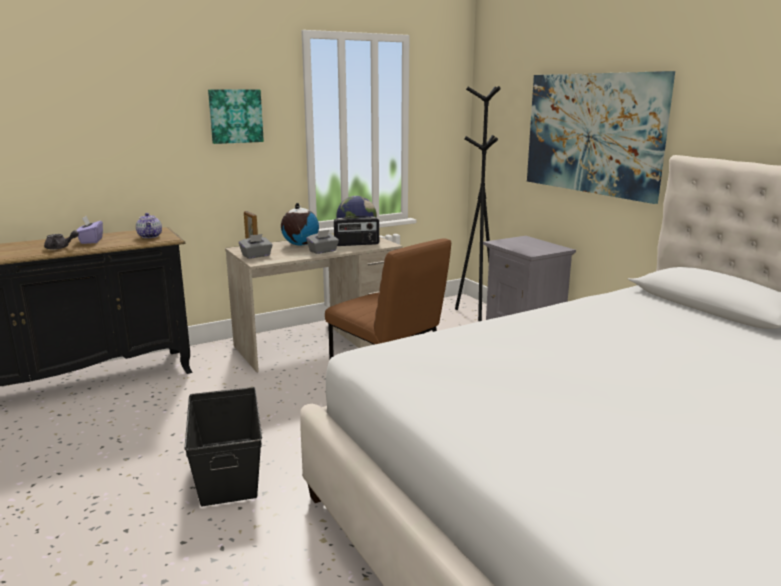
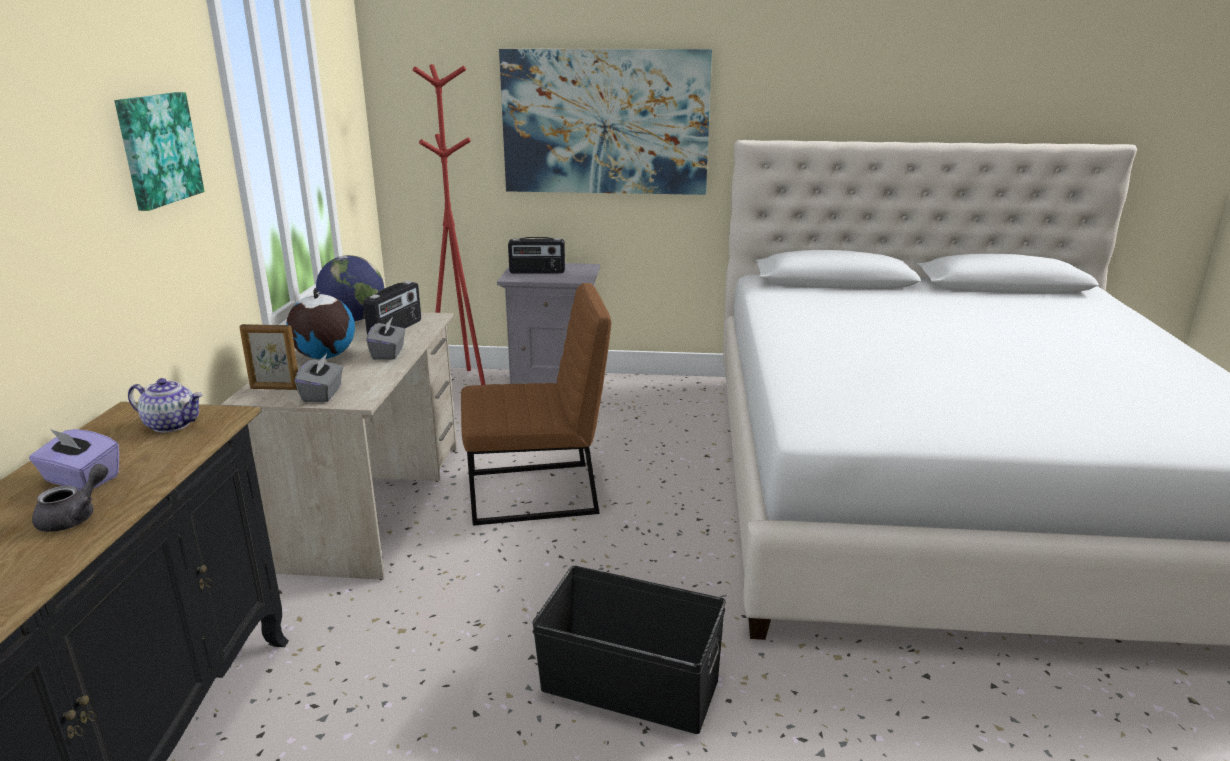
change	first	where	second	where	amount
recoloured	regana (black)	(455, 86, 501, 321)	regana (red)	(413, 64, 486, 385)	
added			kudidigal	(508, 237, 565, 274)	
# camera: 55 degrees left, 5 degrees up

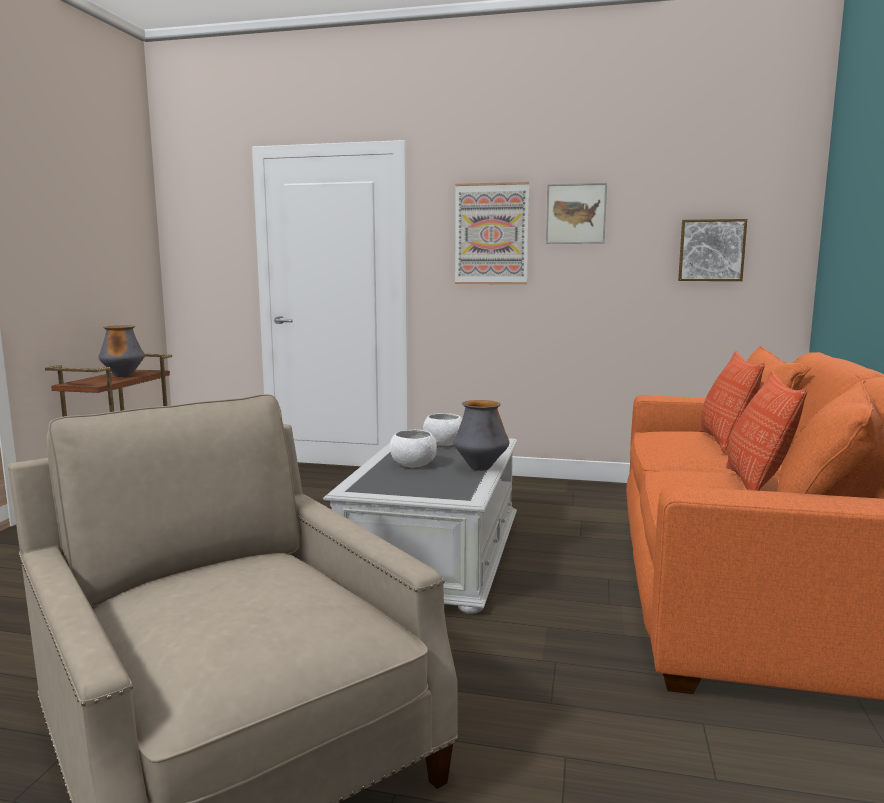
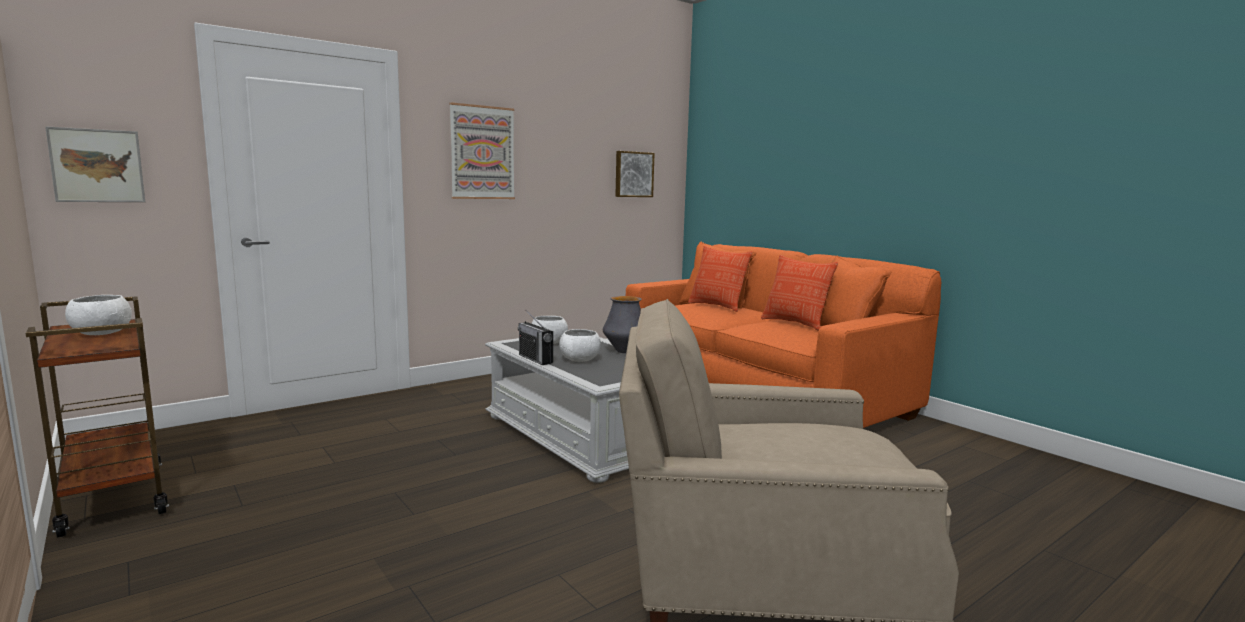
change	first	where	second	where	amount
replaced	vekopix	(98, 325, 145, 377)	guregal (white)	(65, 295, 132, 335)	
moved	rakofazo	(546, 183, 607, 244)		(45, 126, 145, 202)	
added			kudidigal	(518, 310, 553, 365)	
# camera: 50 degrees left, 0 degrees up

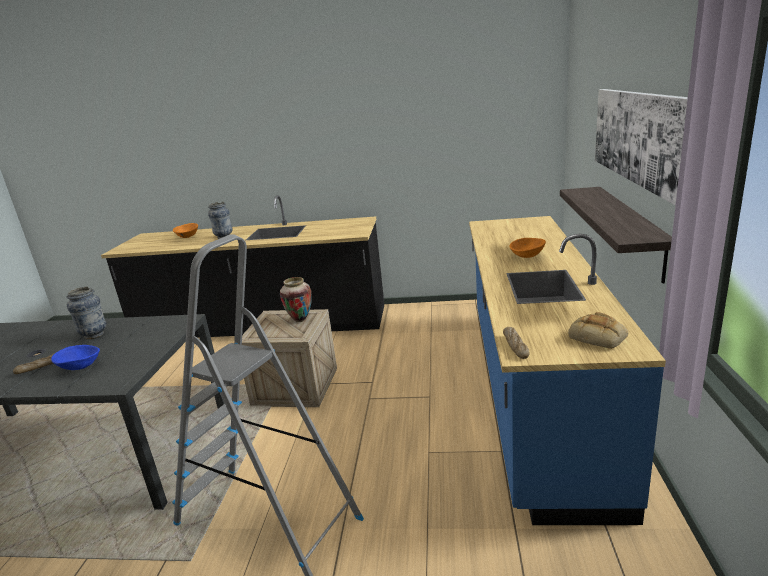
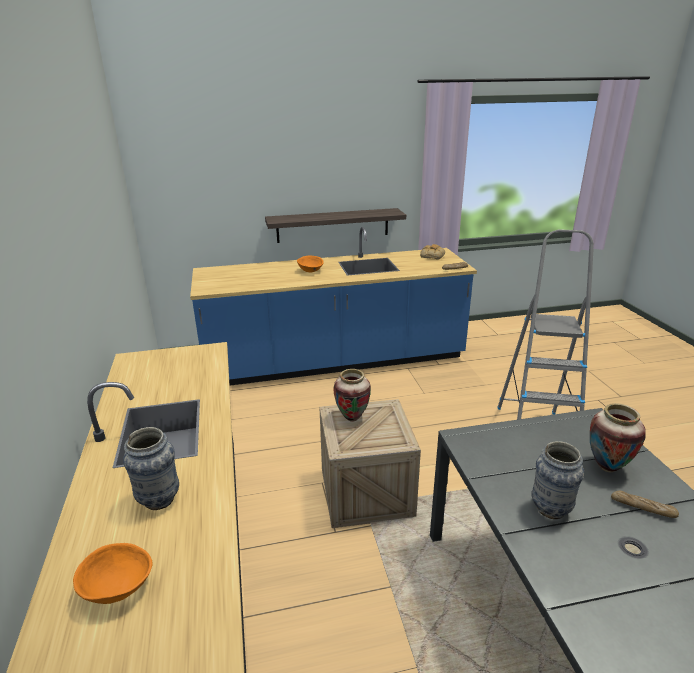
change	first	where	second	where	amount
replaced	guregal (blue)	(51, 345, 100, 370)	vekopix	(590, 403, 646, 472)	
removed	rakofazo	(595, 89, 688, 206)			
# camera: 110 degrees left, 5 degrees up

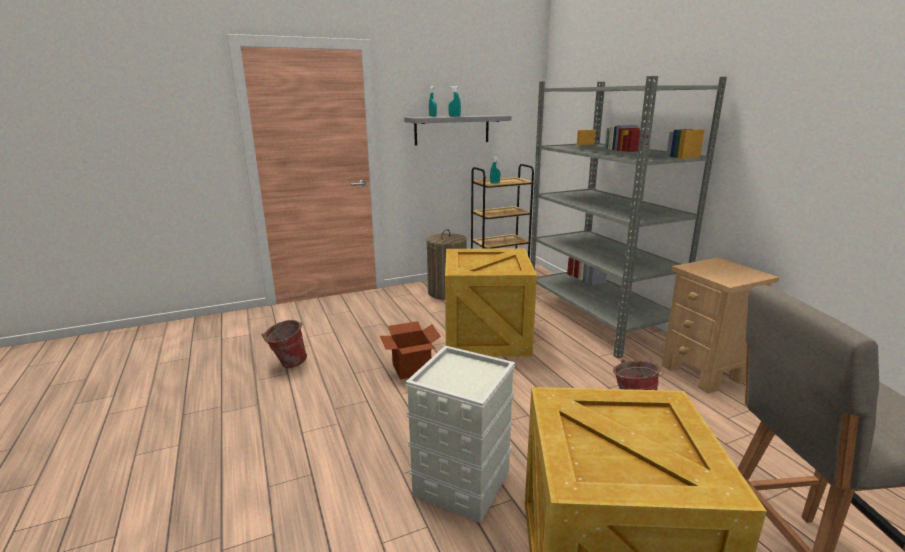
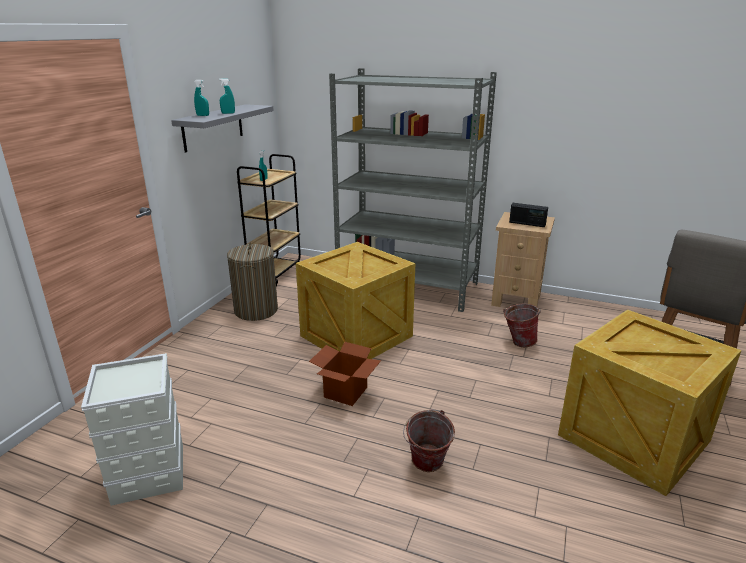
change	first	where	second	where	amount
moved	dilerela	(261, 320, 307, 368)		(403, 410, 455, 472)	
moved	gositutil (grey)	(406, 346, 515, 523)		(81, 353, 183, 506)	
added			kudidigal	(509, 203, 548, 227)	
# camera: 45 degrees left, 5 degrees up

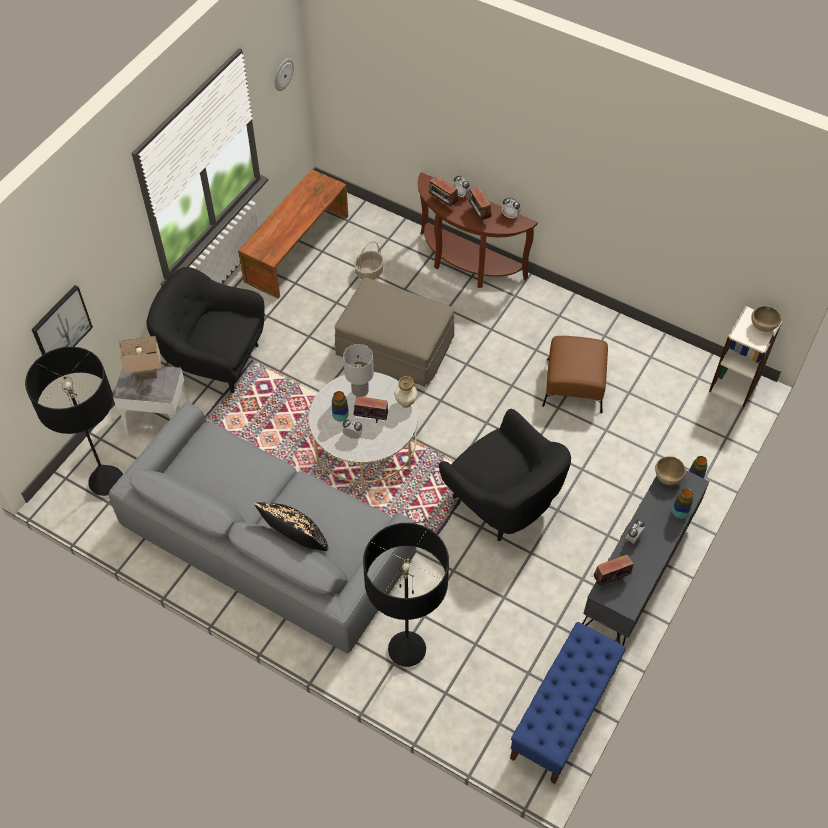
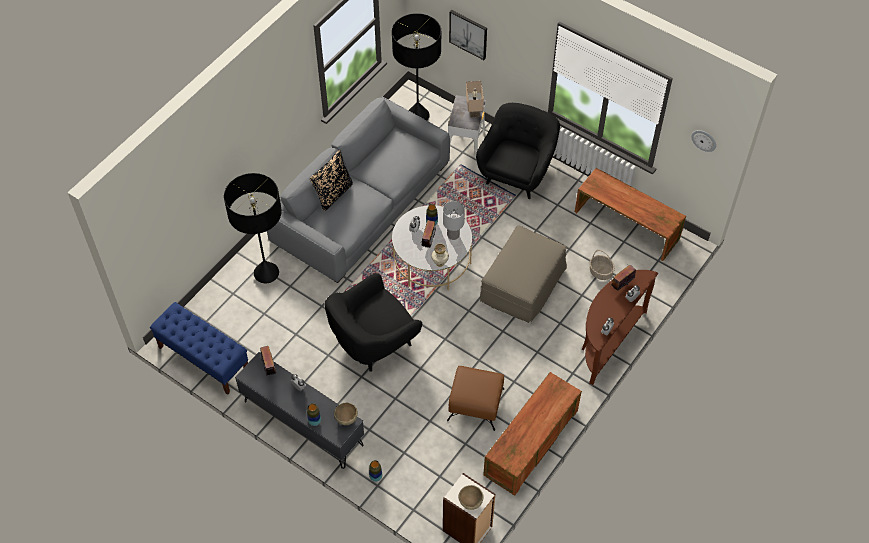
change	first	where	second	where	amount
removed	kudidigal	(469, 186, 492, 221)			
added			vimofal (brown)	(483, 372, 582, 496)	
# camera: 95 degrees right, 0 degrees up

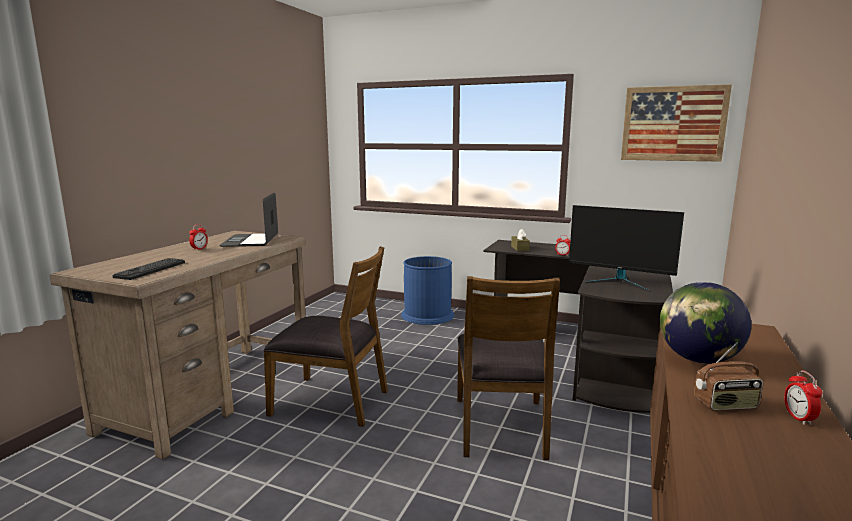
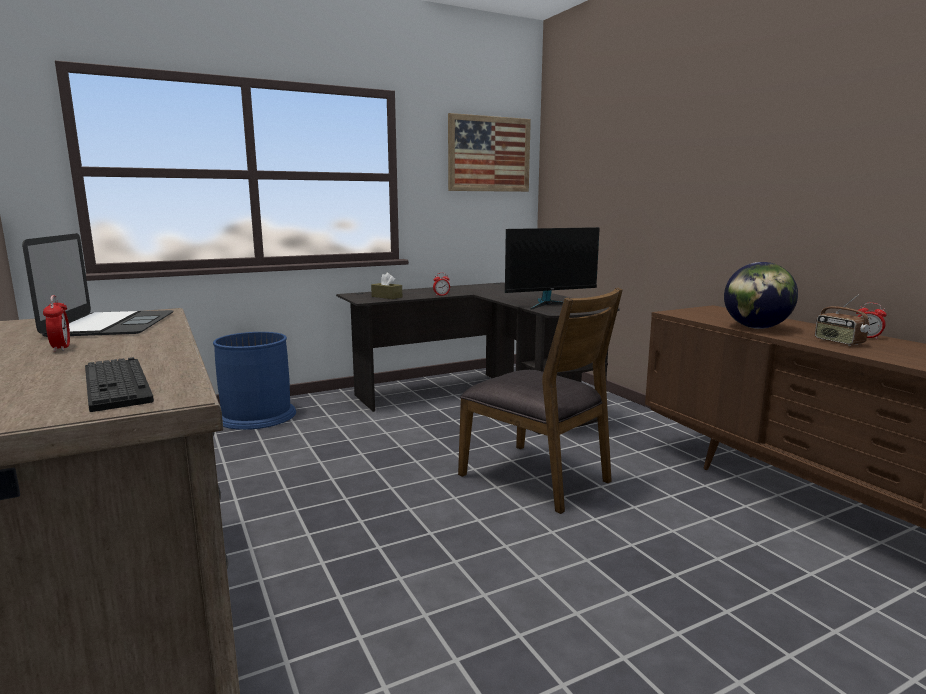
change	first	where	second	where	amount
turned	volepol	(219, 193, 278, 247)		(22, 233, 173, 337)	135 degrees counterclockwise
removed	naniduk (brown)	(263, 246, 388, 427)			
turned	kudidigal	(694, 342, 763, 411)		(815, 295, 869, 346)	120 degrees clockwise
# camera: 50 degrees left, 0 degrees up

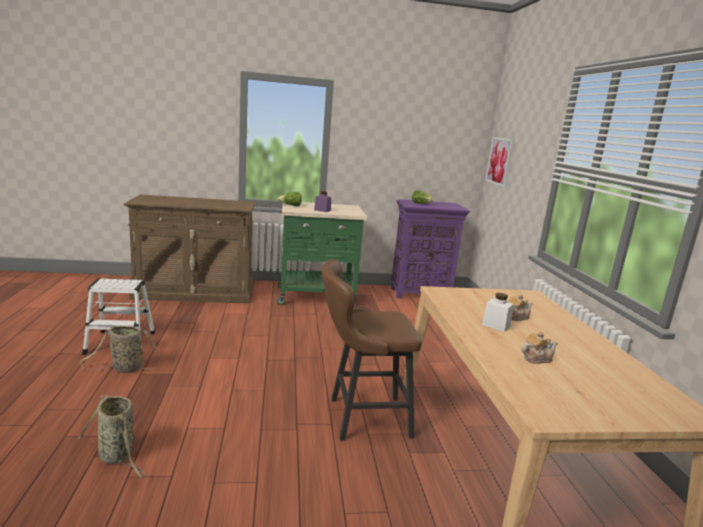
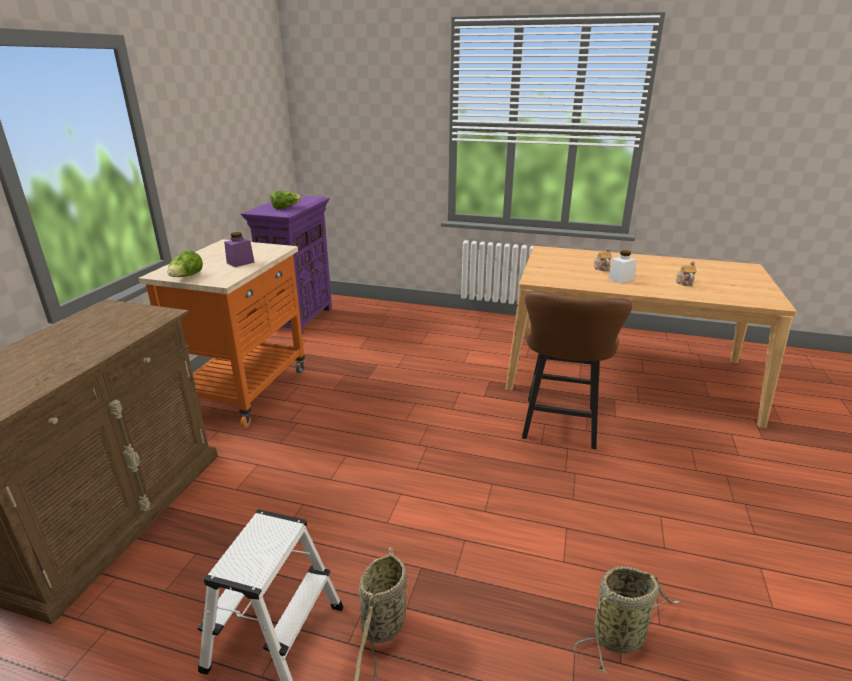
change	first	where	second	where	amount
recoloured	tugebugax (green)	(277, 202, 367, 306)	tugebugax (orange)	(139, 239, 305, 428)	
removed	rakofazo	(486, 137, 514, 187)			
# camera: 65 degrees left, 10 degrees up

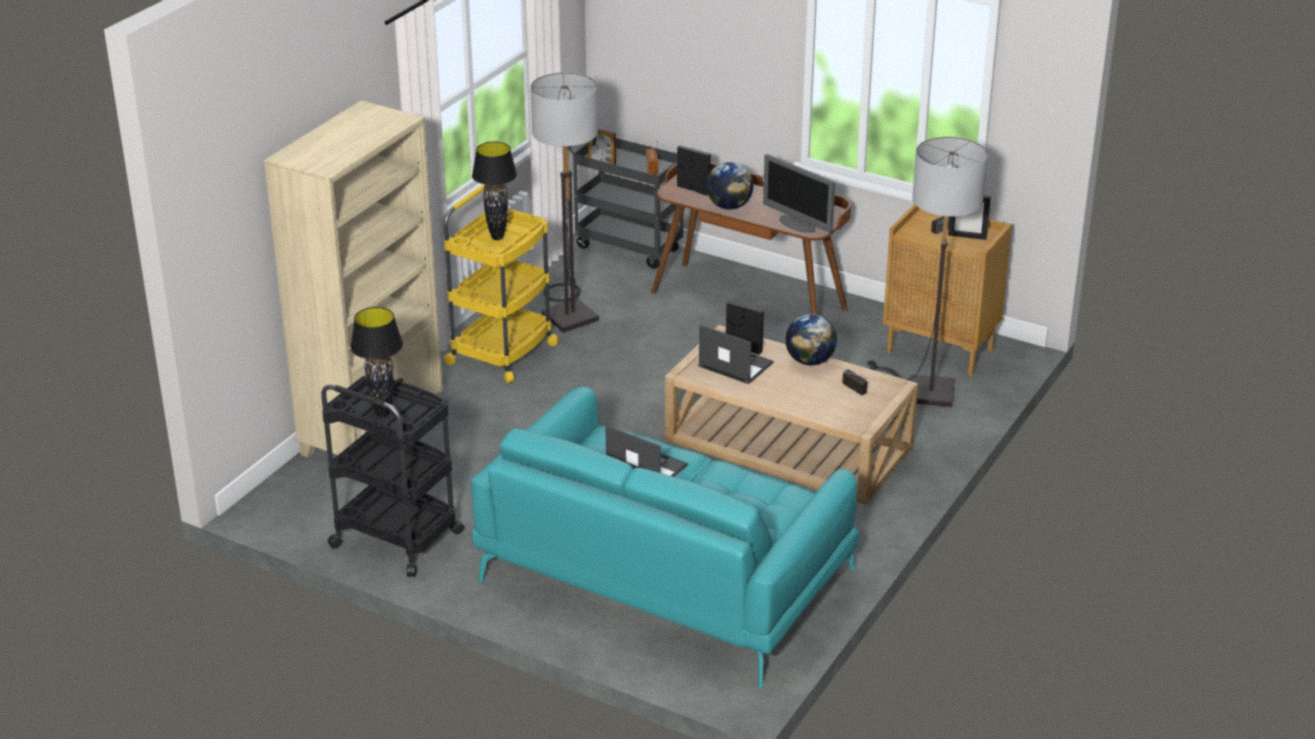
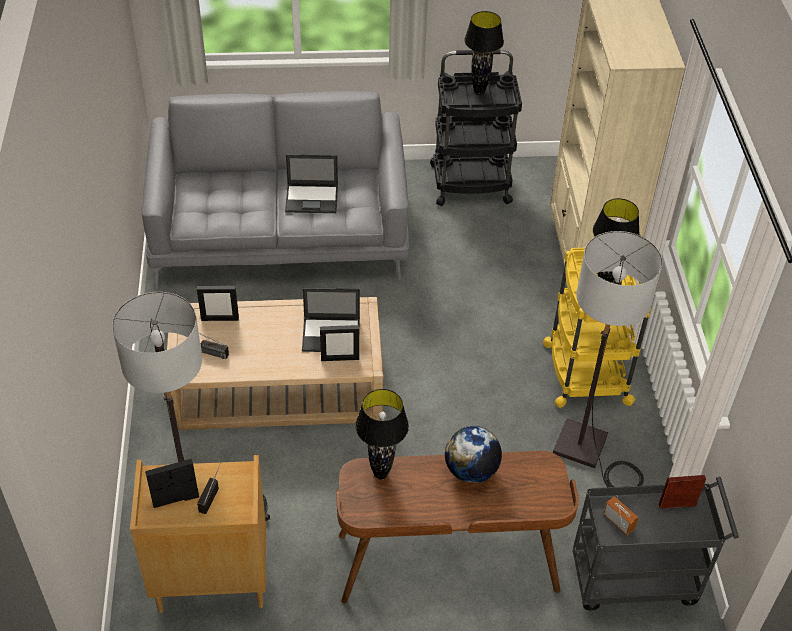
change	first	where	second	where	amount
recoloured	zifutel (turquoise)	(471, 386, 859, 688)	zifutel (grey)	(142, 91, 409, 290)	
moved	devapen	(677, 145, 711, 196)		(197, 286, 239, 321)	
replaced	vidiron	(763, 154, 835, 233)	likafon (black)	(355, 389, 409, 479)	
removed	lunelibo	(785, 314, 837, 365)			
# camera: 145 degrees right, 15 degrees up

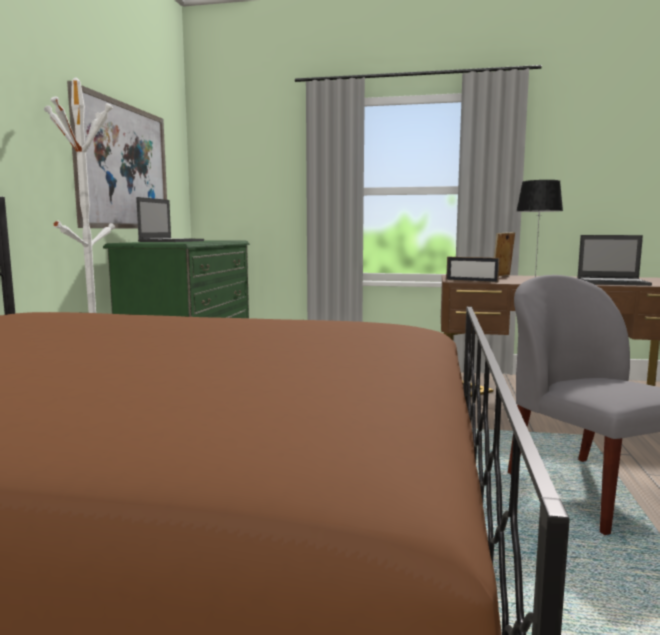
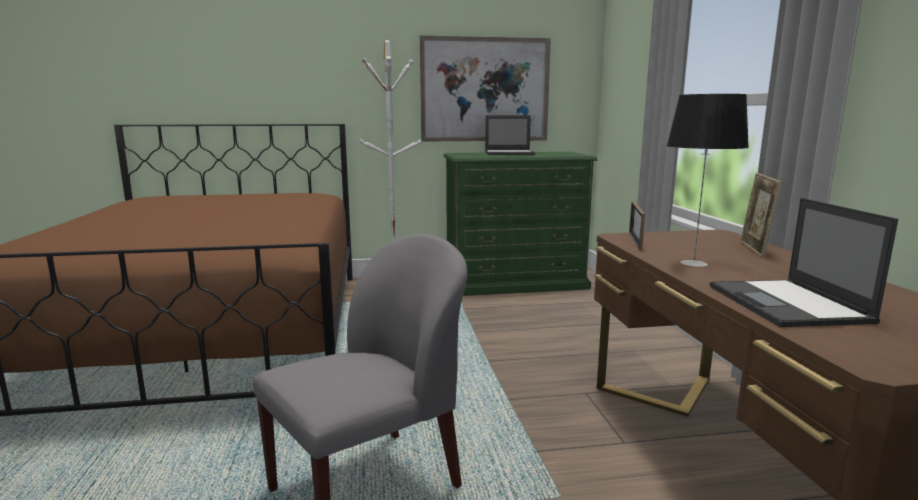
change	first	where	second	where	amount
turned	devapen	(494, 232, 515, 276)		(740, 173, 783, 257)	105 degrees counterclockwise
# camera: 70 degrees right, 5 degrees up

